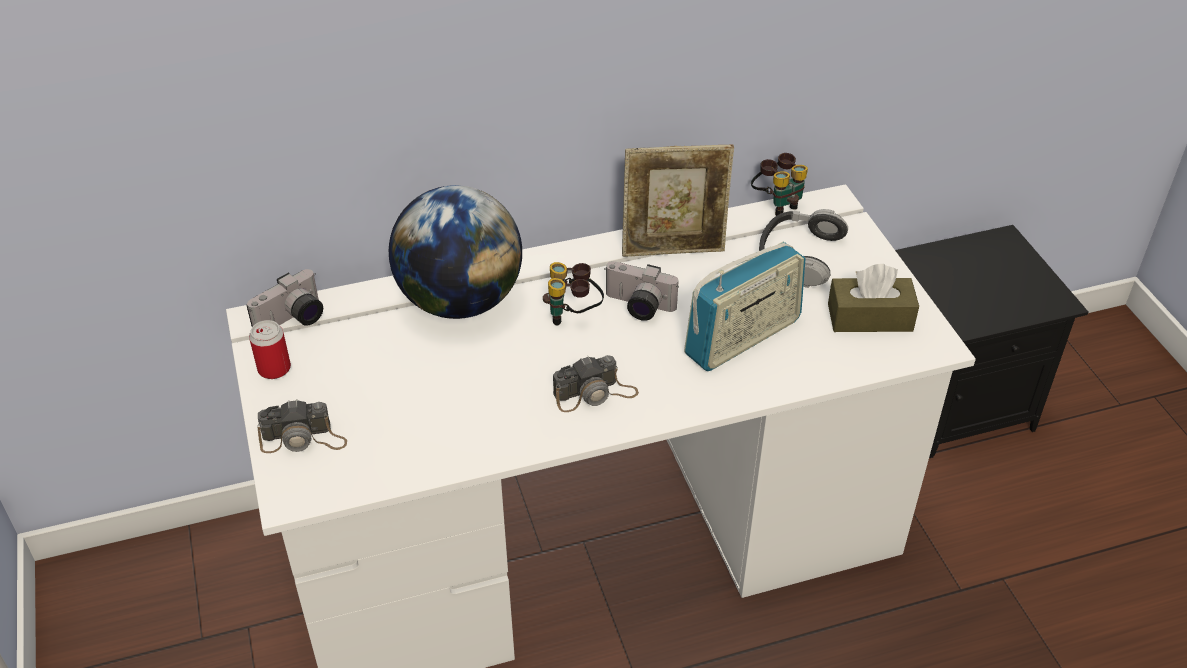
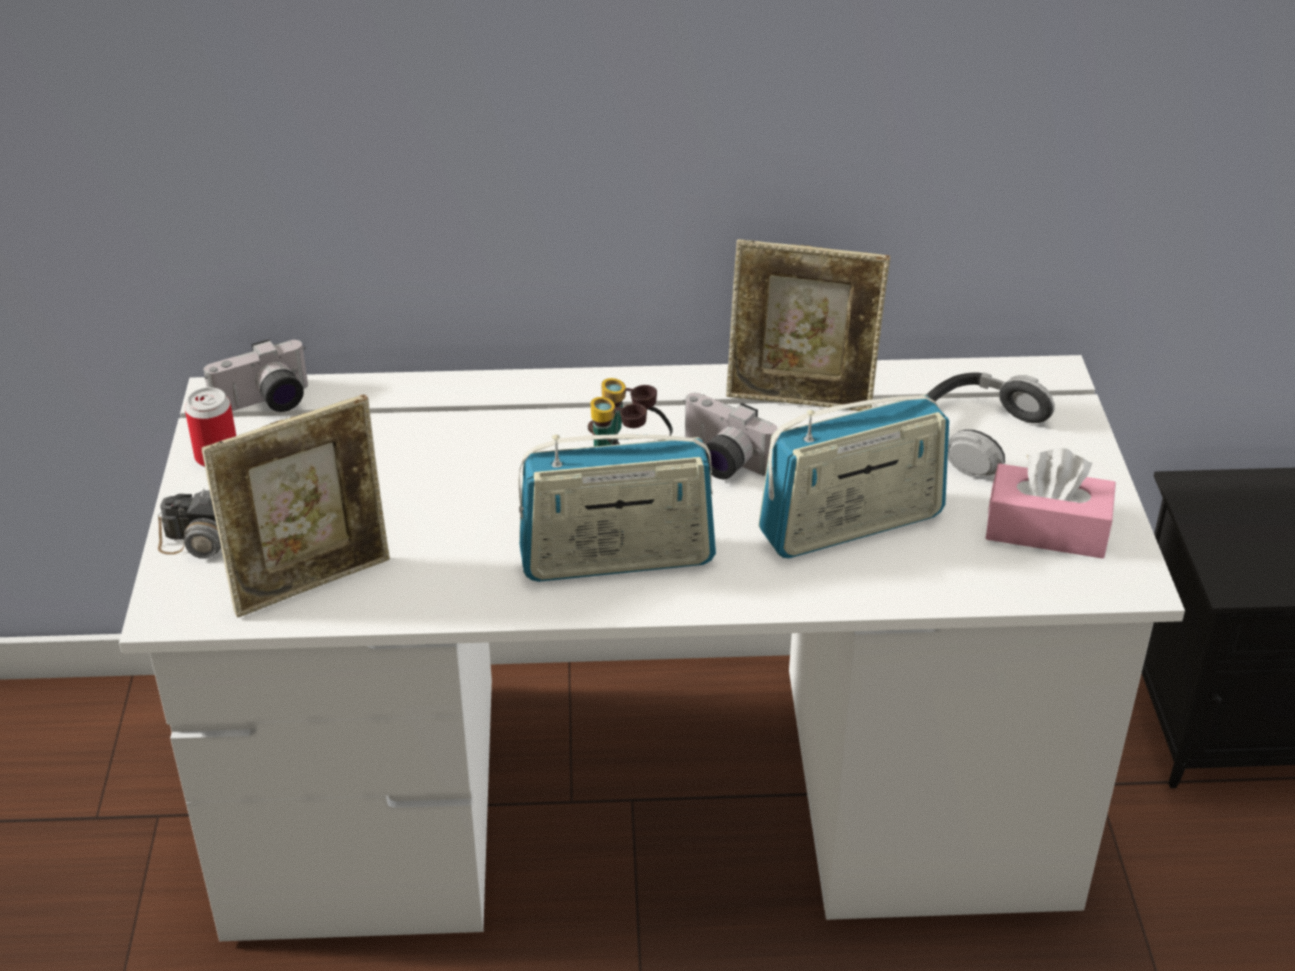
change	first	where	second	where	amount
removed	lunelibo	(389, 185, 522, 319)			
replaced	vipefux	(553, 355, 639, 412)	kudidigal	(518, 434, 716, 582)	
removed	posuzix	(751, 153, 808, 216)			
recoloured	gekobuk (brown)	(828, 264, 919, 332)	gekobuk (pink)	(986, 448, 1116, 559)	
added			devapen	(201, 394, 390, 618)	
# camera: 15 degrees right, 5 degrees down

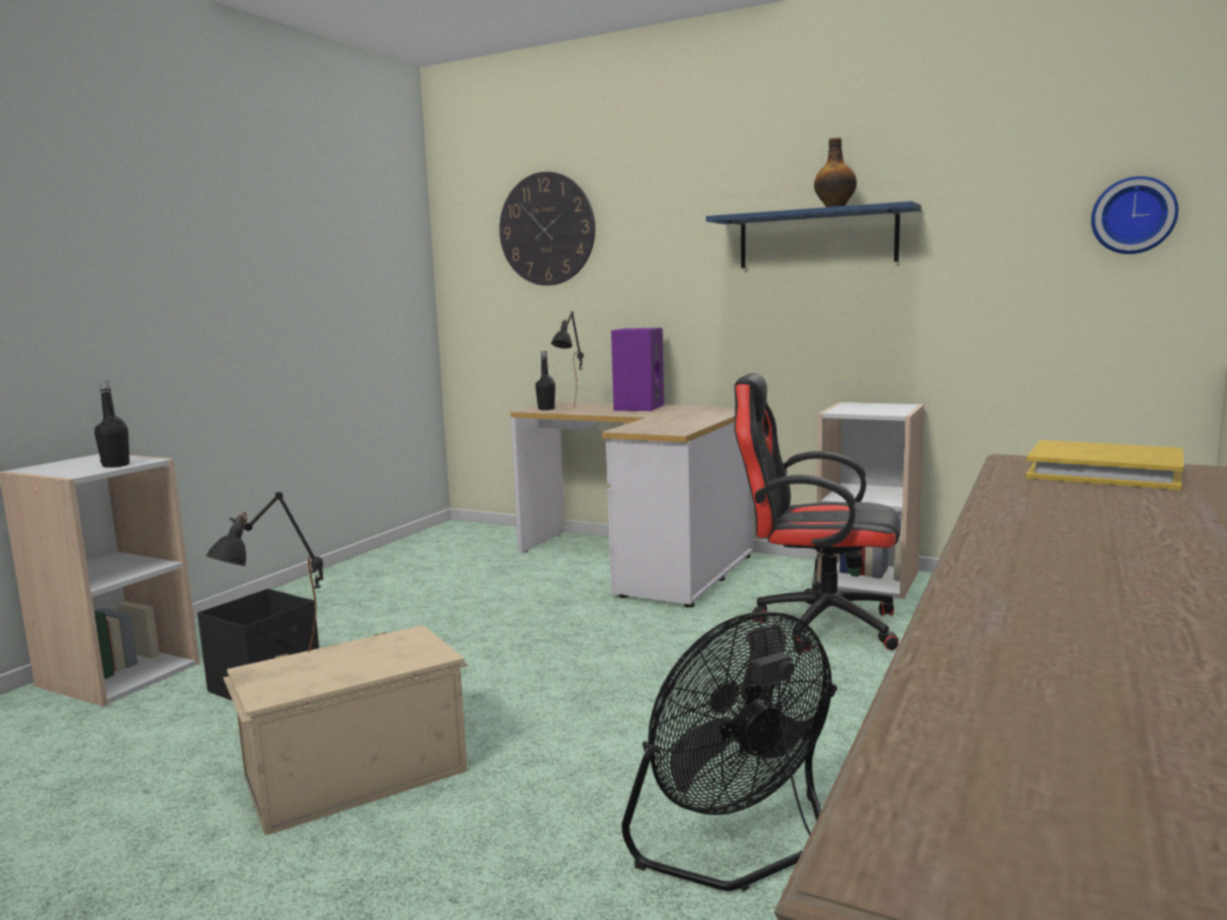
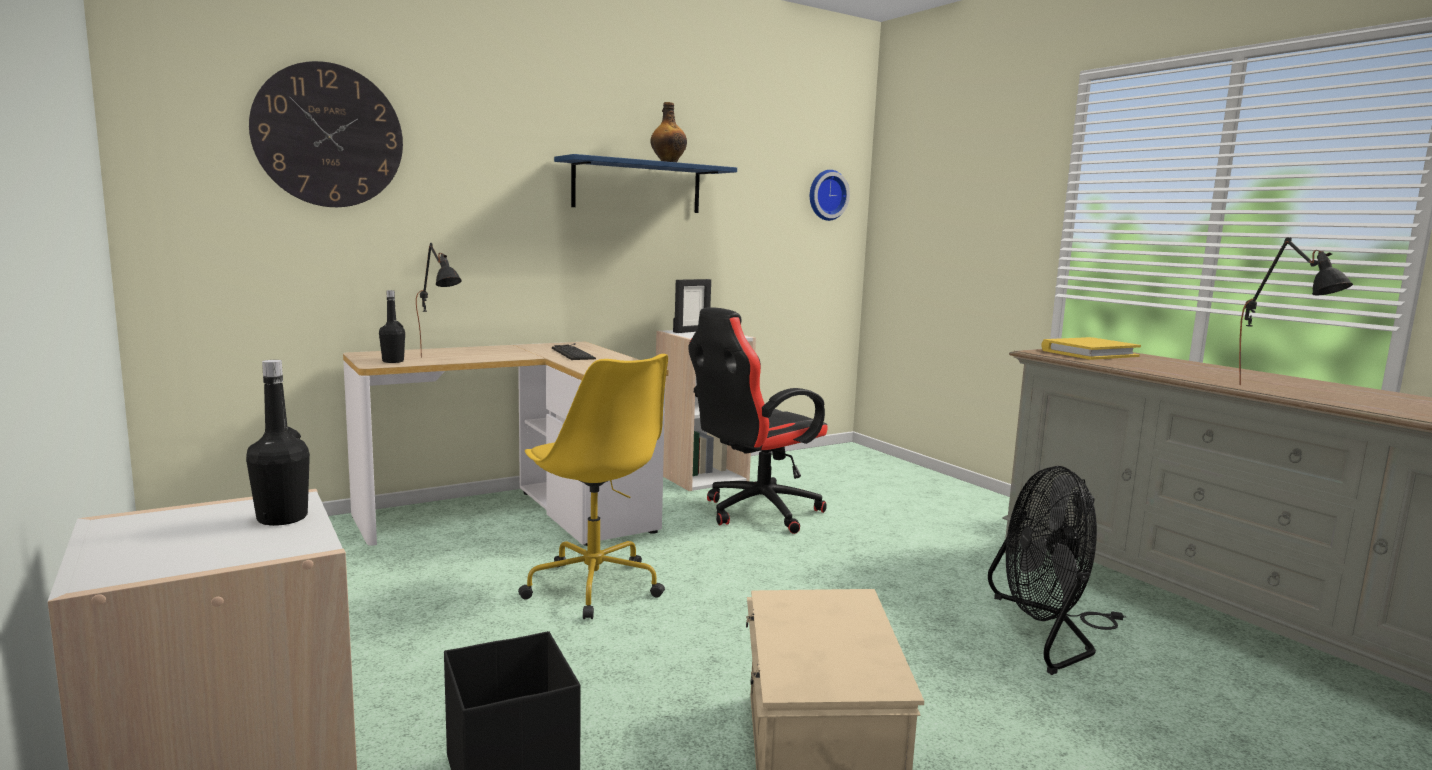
change	first	where	second	where	amount
moved	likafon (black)	(206, 492, 323, 653)		(1239, 237, 1353, 385)	
removed	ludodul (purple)	(611, 328, 664, 411)			
added			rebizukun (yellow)	(518, 354, 668, 619)	
added			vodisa	(552, 343, 596, 360)	
added			devapen	(673, 279, 711, 333)	
# camera: 60 degrees left, 0 degrees up

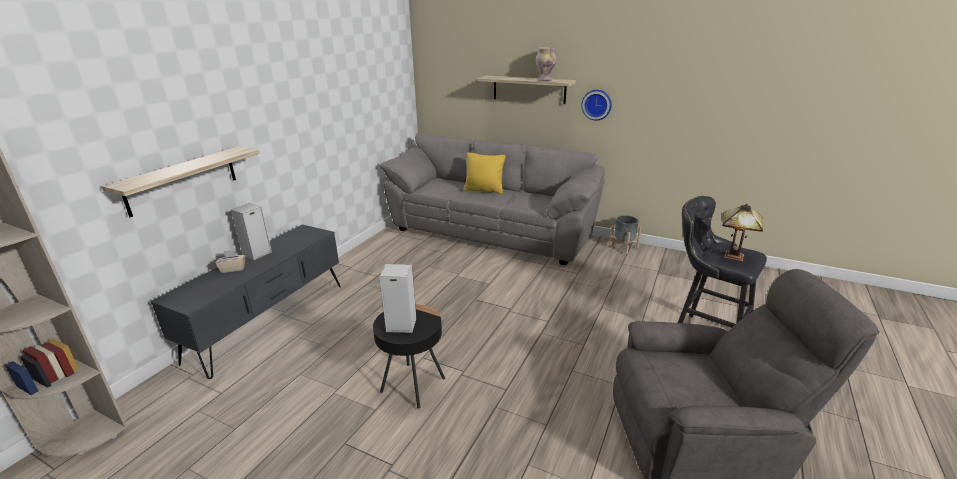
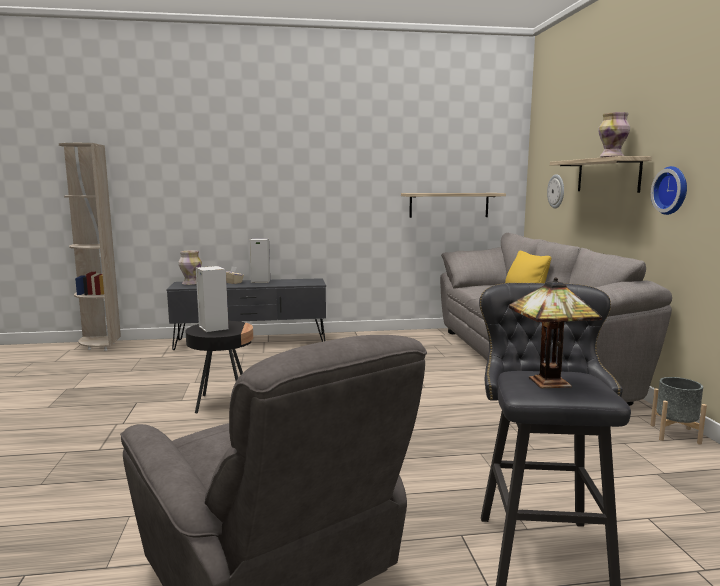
change	first	where	second	where	amount
moved	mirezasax	(102, 147, 259, 217)		(401, 193, 506, 218)	
added			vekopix	(178, 250, 202, 285)	
added			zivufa	(547, 174, 564, 208)	
# camera: 55 degrees right, 15 degrees down

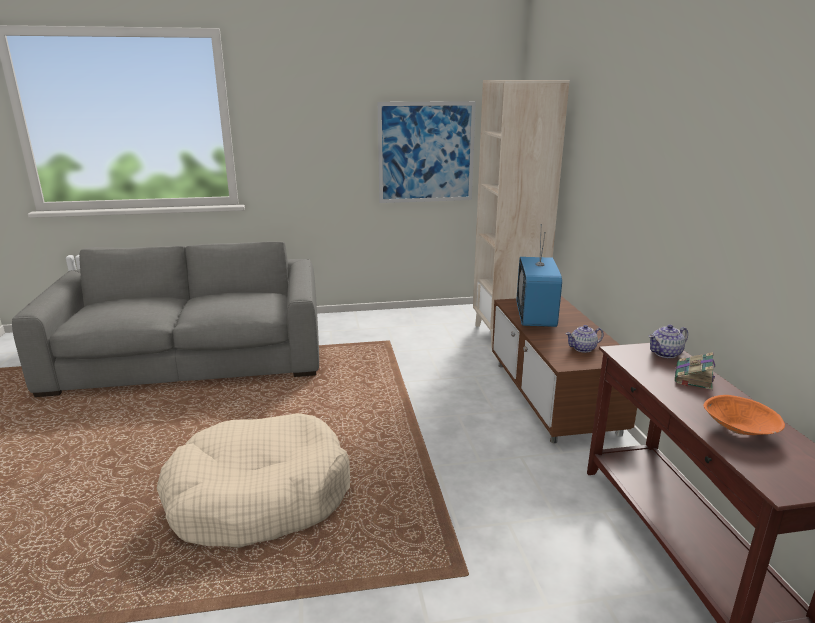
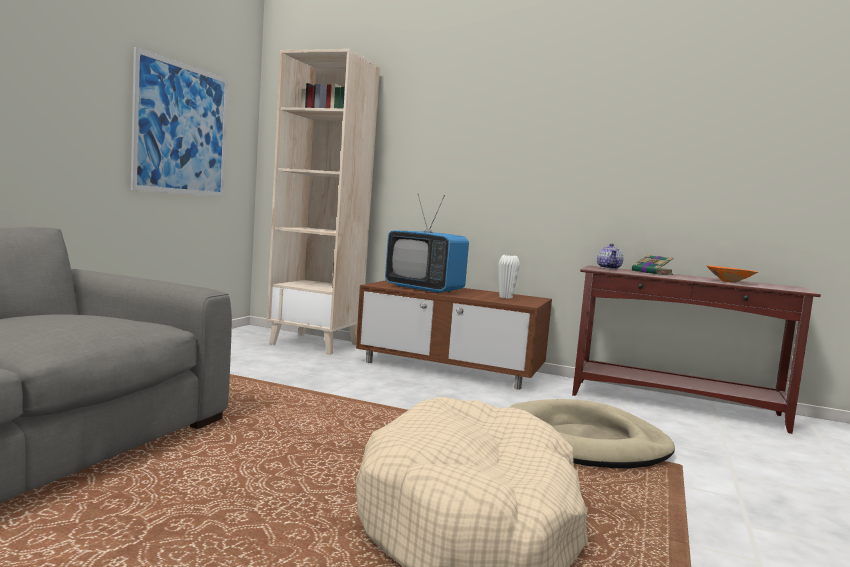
change	first	where	second	where	amount
replaced	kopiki	(565, 325, 604, 353)	vekopix (white)	(498, 255, 520, 299)	
added			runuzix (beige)	(509, 399, 675, 468)	
# camera: 60 degrees left, 15 degrees down

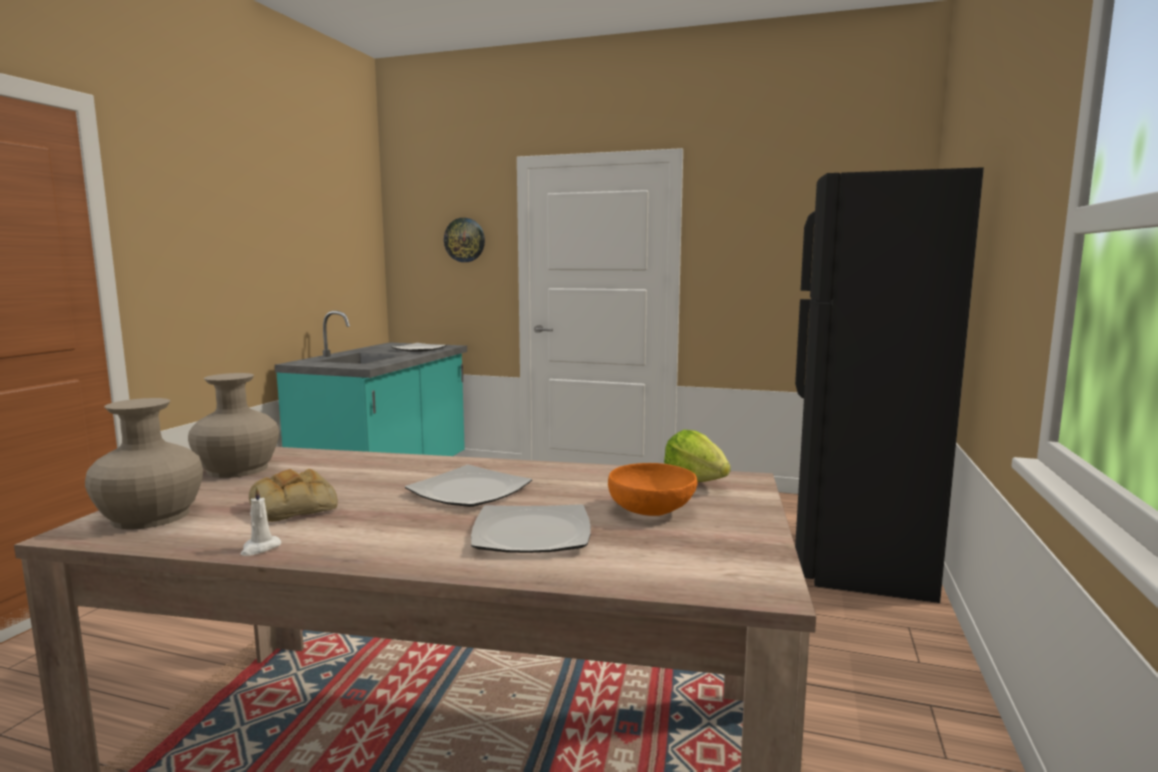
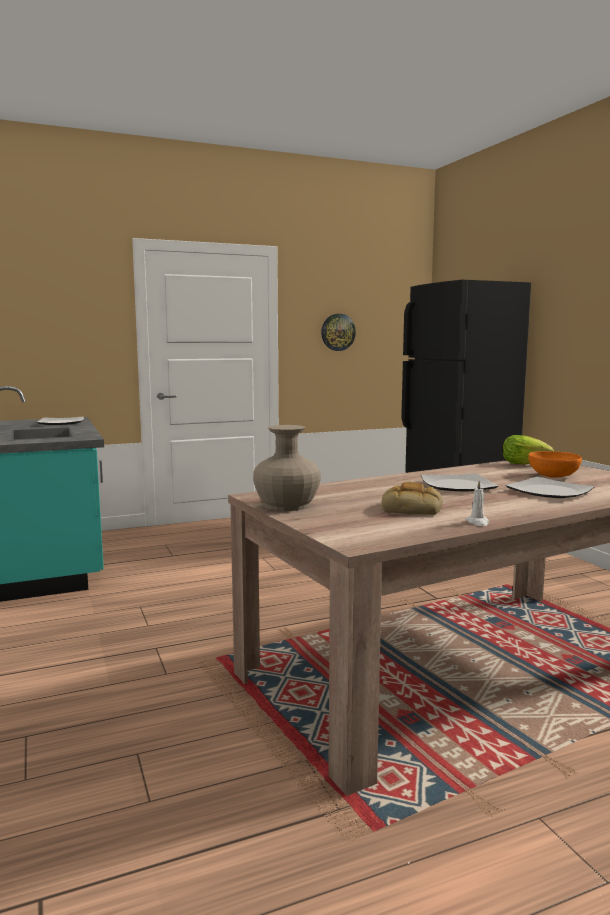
change	first	where	second	where	amount
removed	vekopix (beige)	(85, 398, 203, 530)			
moved	zivufa	(444, 218, 485, 262)		(321, 314, 356, 351)	
# camera: 40 degrees left, 0 degrees up

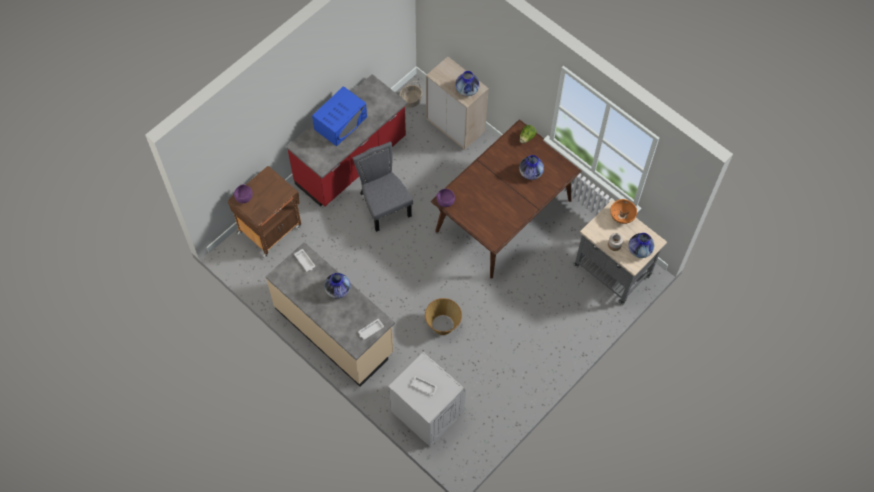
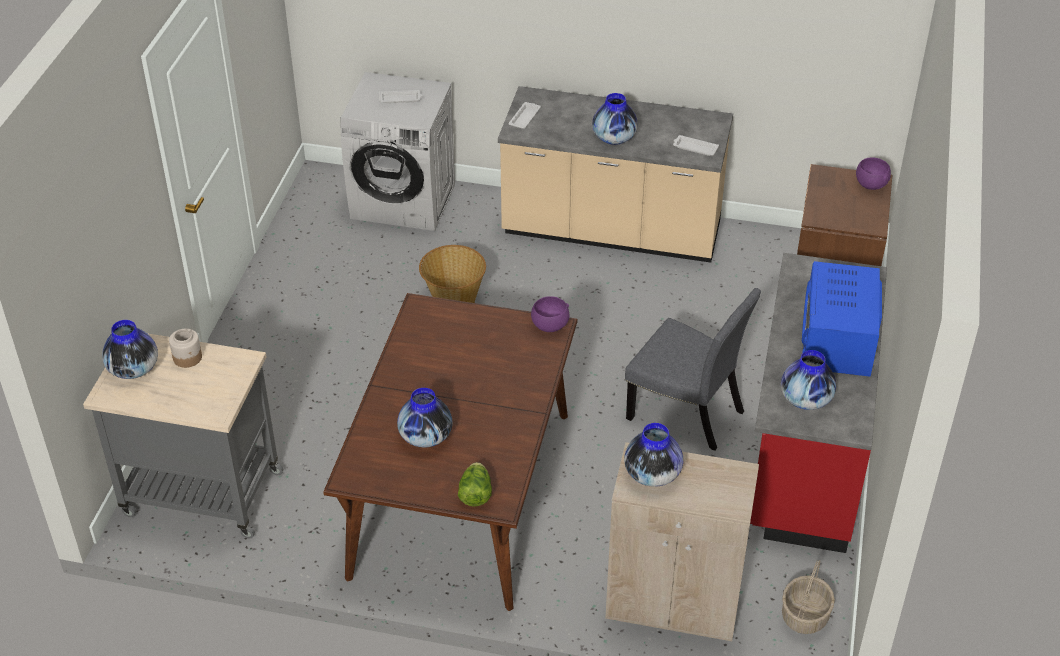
change	first	where	second	where	amount
removed	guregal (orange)	(610, 199, 637, 224)			
added			vekopix	(781, 350, 836, 410)	
# camera: 150 degrees right, 20 degrees down

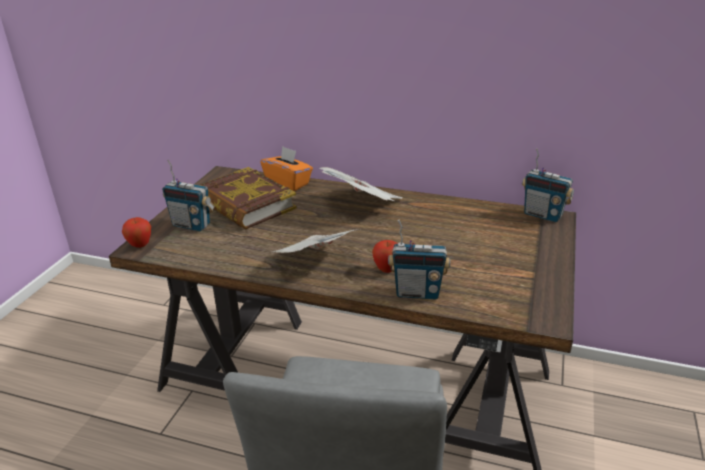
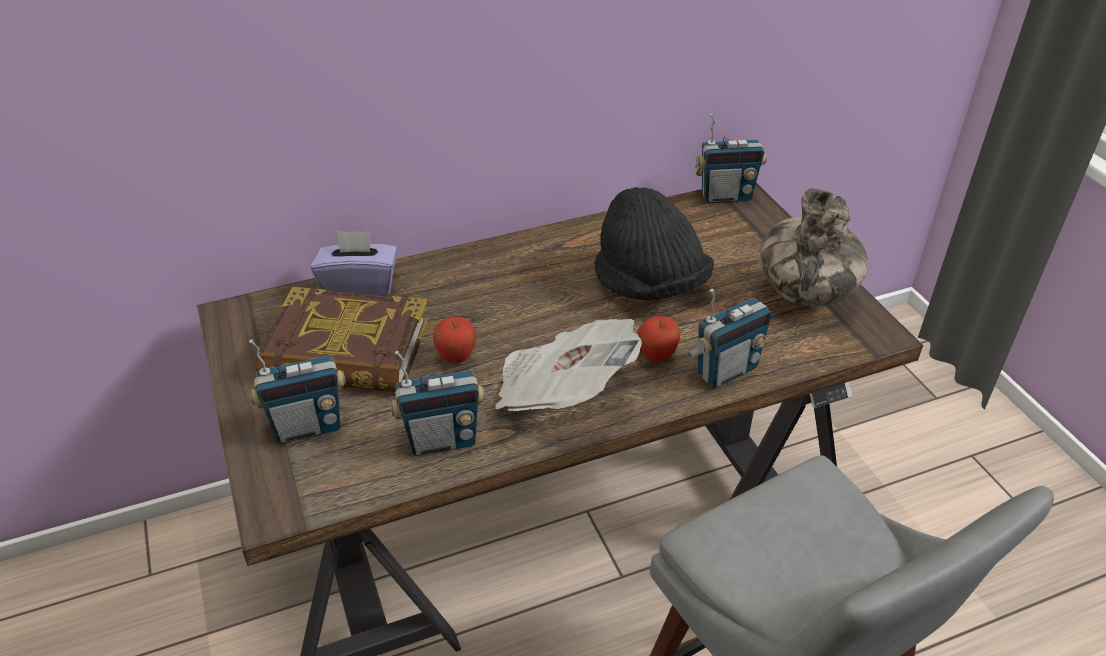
change	first	where	second	where	amount
moved	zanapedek	(122, 217, 151, 248)		(433, 317, 476, 363)	
recoloured	gekobuk (orange)	(260, 146, 313, 191)	gekobuk (purple)	(311, 231, 398, 296)	
removed	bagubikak	(319, 167, 402, 201)			
added			kudidigal	(390, 351, 485, 456)	
added			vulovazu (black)	(594, 187, 714, 301)	
added			vekopix	(760, 188, 868, 307)	
# camera: 40 degrees left, 10 degrees up

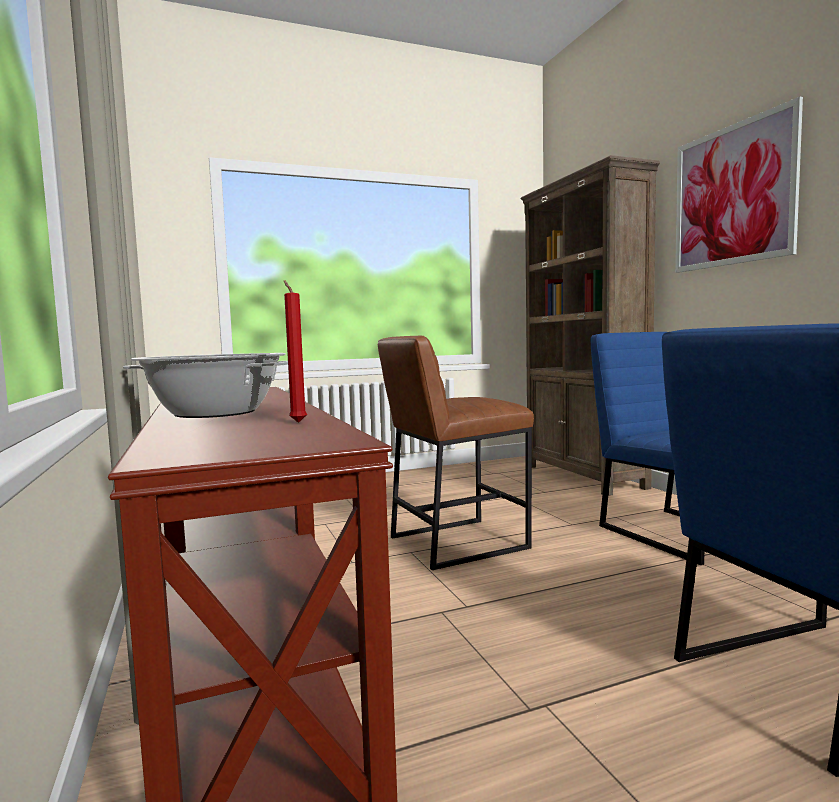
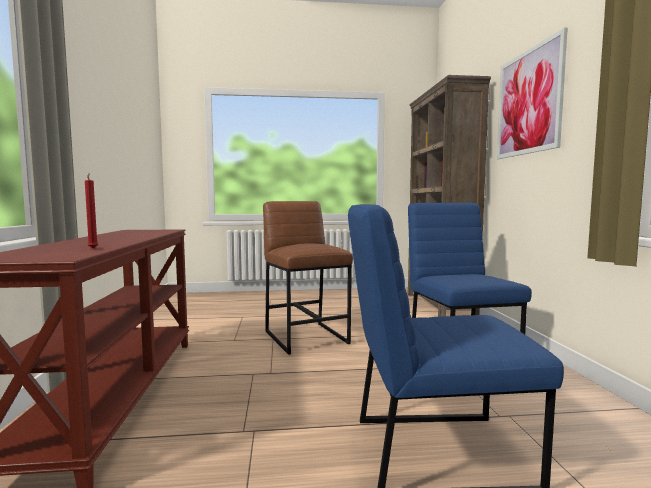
change	first	where	second	where	amount
removed	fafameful	(123, 353, 288, 418)			
turned	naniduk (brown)	(378, 336, 534, 570)		(263, 201, 353, 355)	75 degrees clockwise
# camera: 15 degrees right, 0 degrees up

